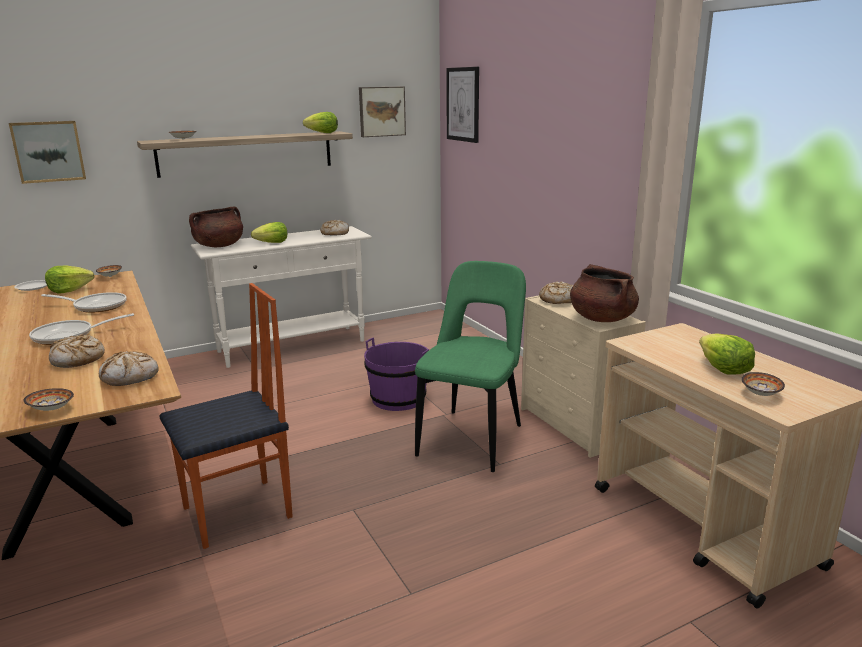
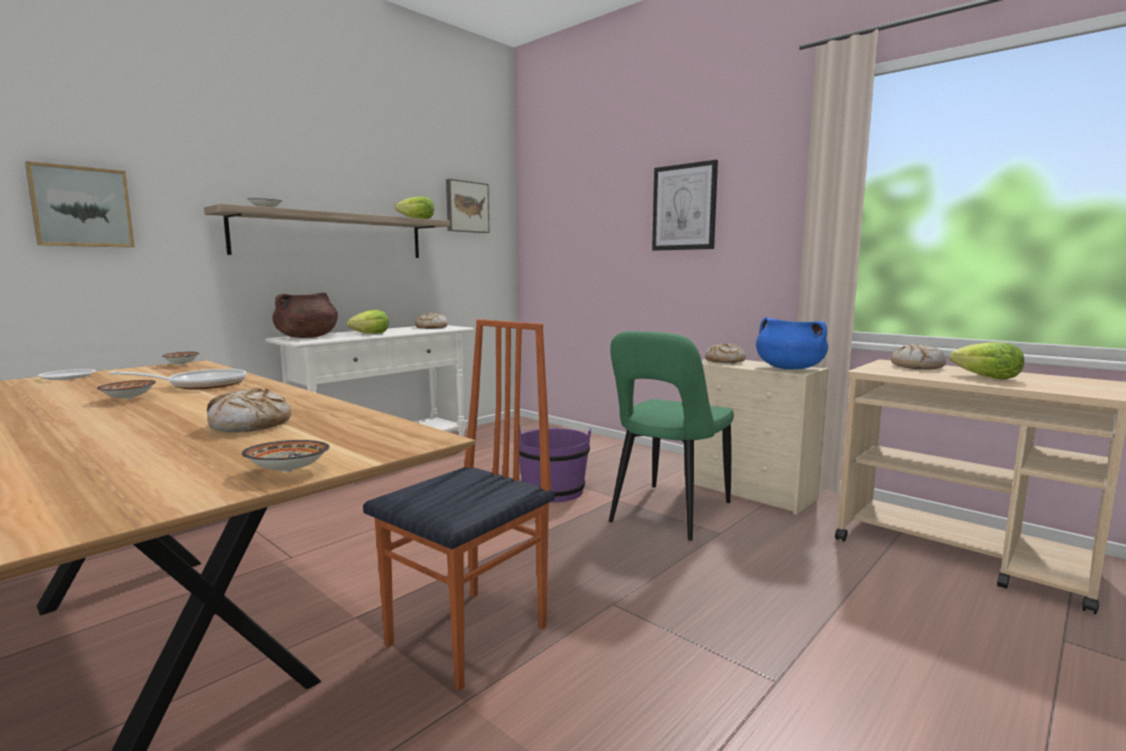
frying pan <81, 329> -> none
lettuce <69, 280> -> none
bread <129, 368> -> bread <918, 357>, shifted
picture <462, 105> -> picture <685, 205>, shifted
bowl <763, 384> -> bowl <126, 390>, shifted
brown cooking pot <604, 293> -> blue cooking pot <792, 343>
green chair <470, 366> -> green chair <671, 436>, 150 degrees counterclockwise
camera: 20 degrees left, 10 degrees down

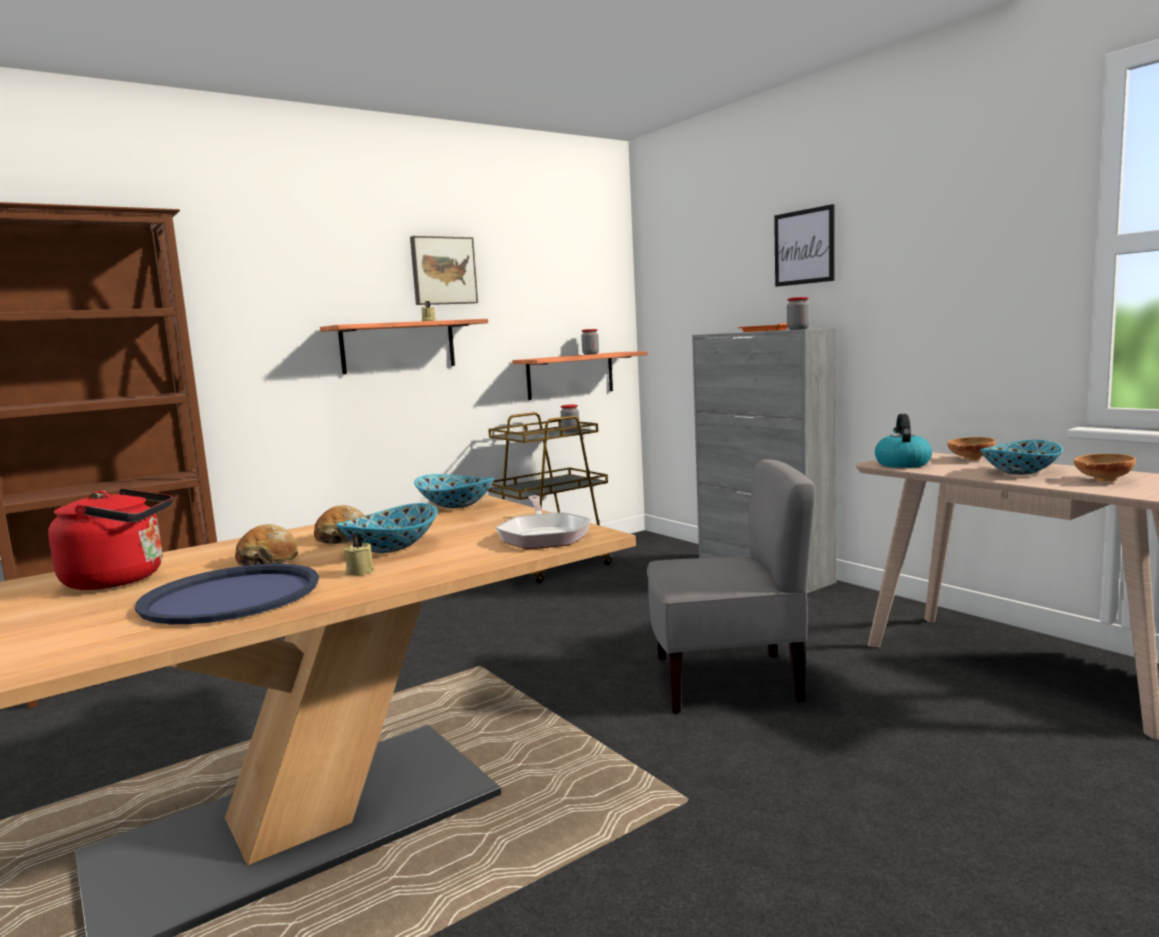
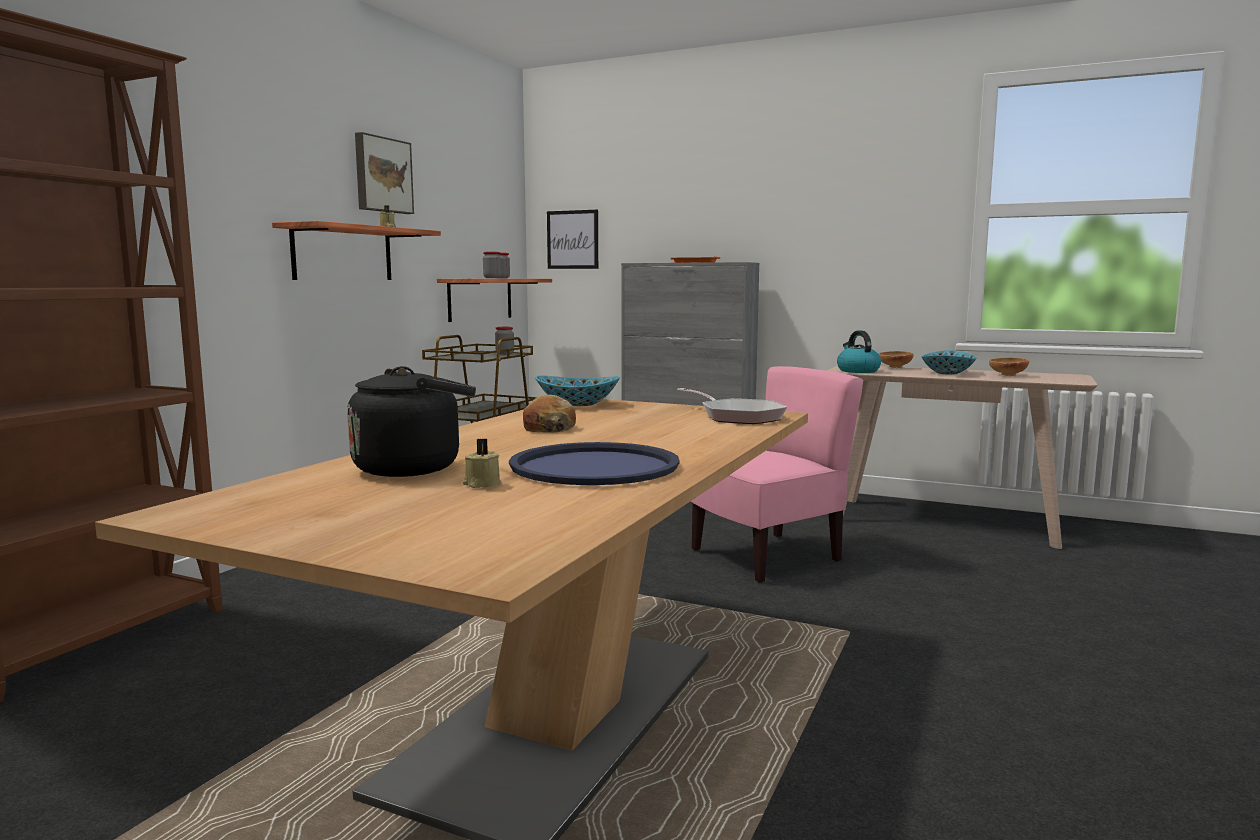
bread <266, 545> -> none
bowl <387, 528> -> none
beige candle <359, 554> -> beige candle <481, 463>, shifted
picture <804, 245> -> picture <572, 239>, shifted
jar <798, 313> -> jar <492, 264>, shifted
red kettle <110, 539> -> black kettle <411, 421>
grey chair <731, 586> -> pink chair <776, 474>
camera: 30 degrees left, 0 degrees up

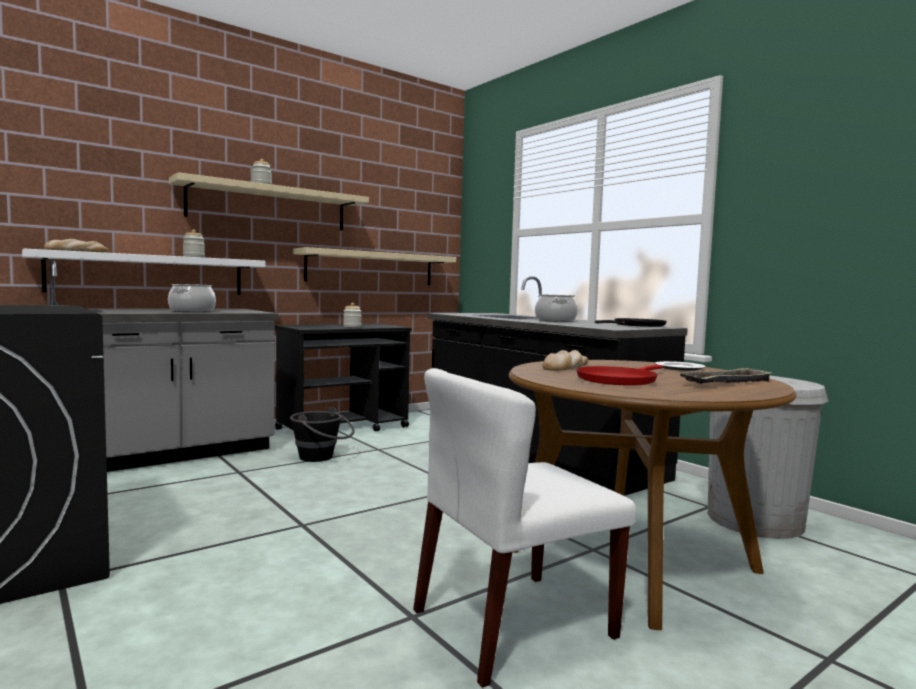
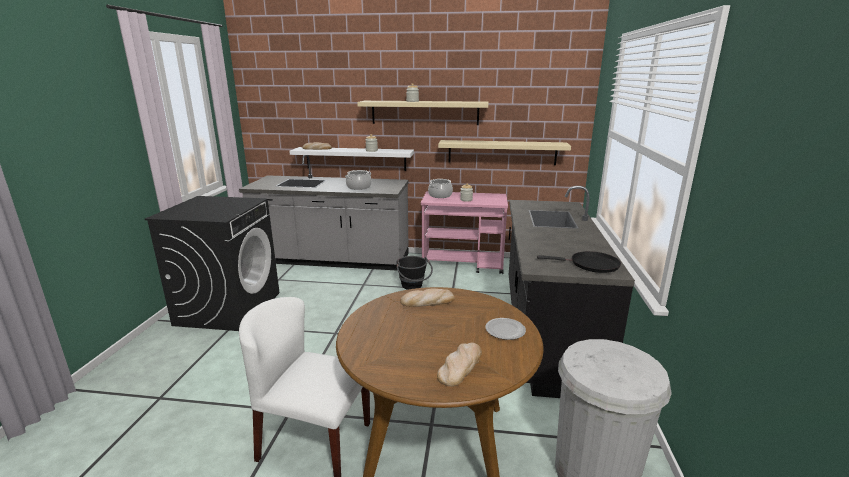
red frying pan <619, 375> -> none
cooking pot <556, 308> -> cooking pot <440, 188>, shifted
tray <726, 375> -> bread <459, 365>
black cart <343, 377> -> pink cart <464, 232>
camera: 45 degrees right, 15 degrees up

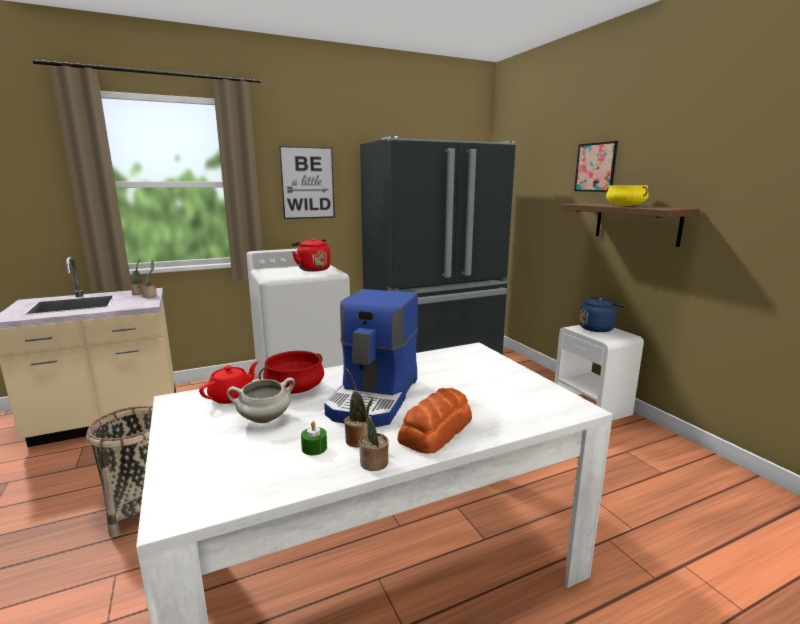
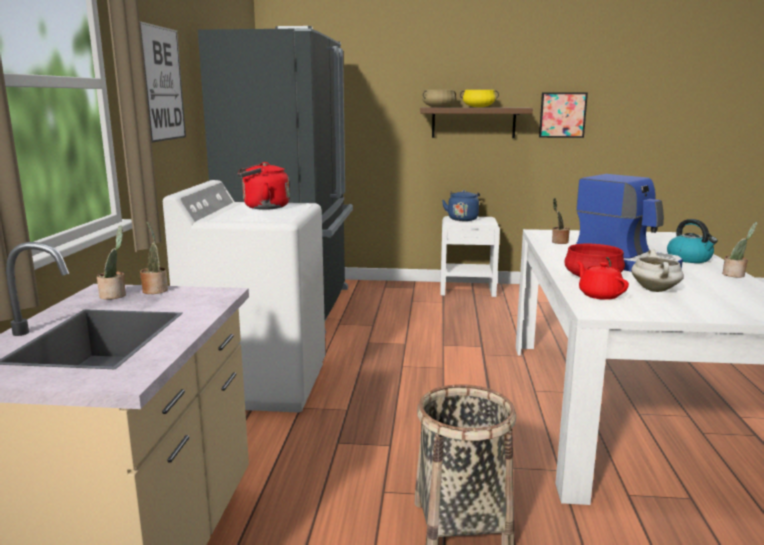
green candle <314, 438> -> none
none -> beige cooking pot <439, 98>
potted plant <355, 407> -> potted plant <561, 221>, shifted
picture <596, 166> -> picture <563, 115>, shifted
bread <434, 421> -> kettle <692, 241>
camera: 60 degrees left, 0 degrees up

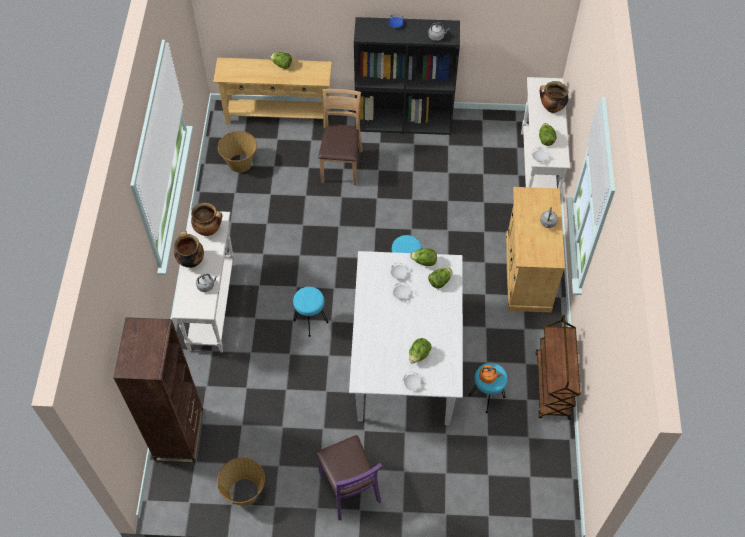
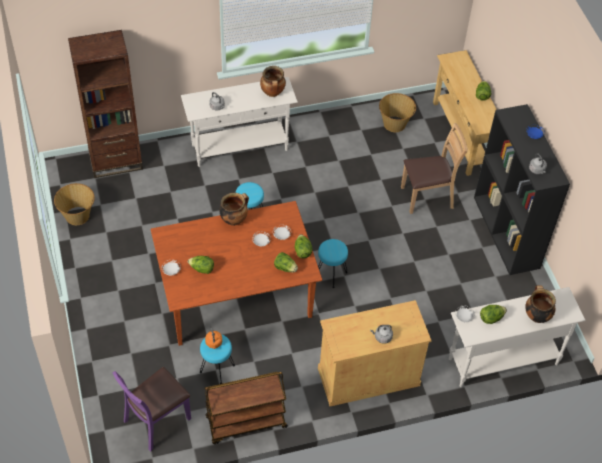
cooking pot <189, 249> -> cooking pot <234, 209>, shifted
purple chair <348, 478> -> purple chair <152, 409>, shifted
white dining table <406, 338> -> brown dining table <236, 273>
camera: 70 degrees right, 5 degrees down

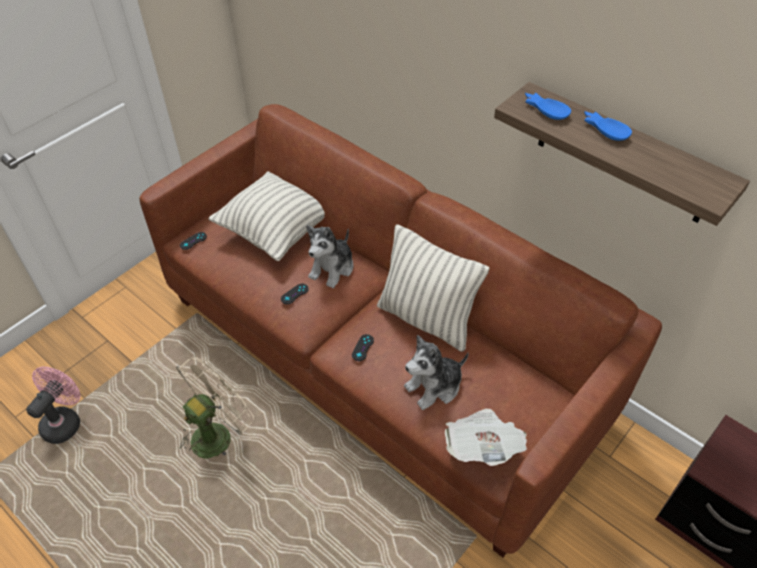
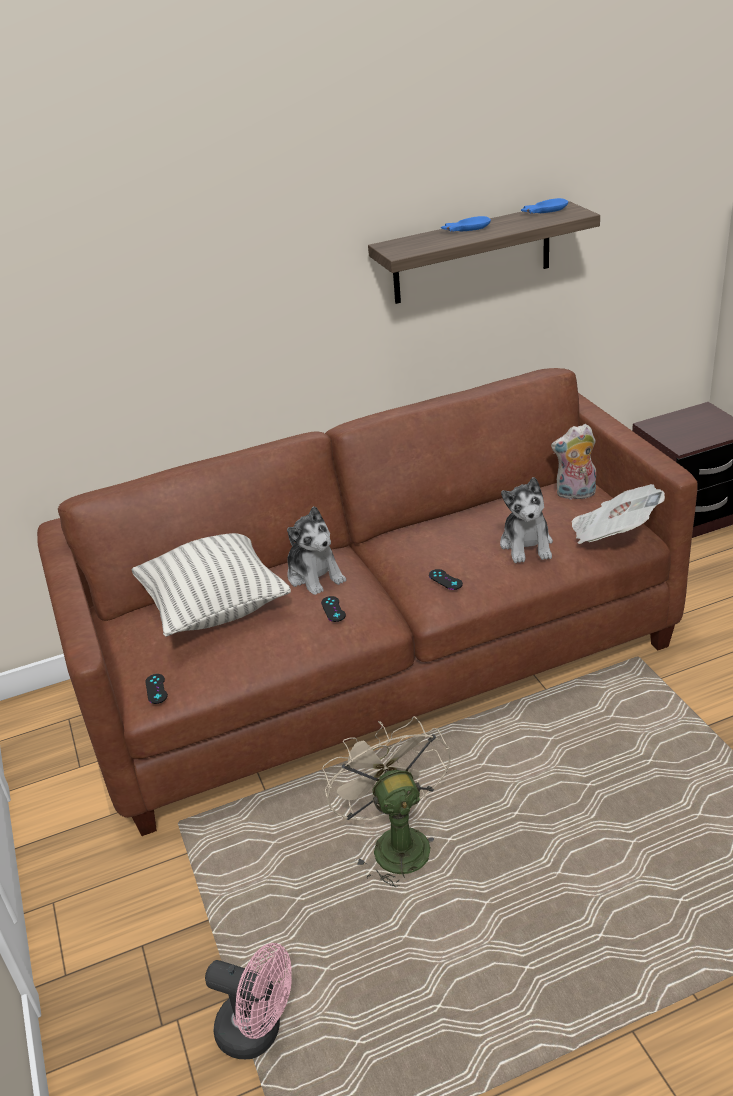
pillow <433, 288> -> none
none -> plush toy <573, 462>
blue bowl <548, 106> -> blue bowl <544, 206>, shifted
pink fan <53, 405> -> pink fan <248, 1001>, 150 degrees clockwise
camera: 60 degrees left, 15 degrees down

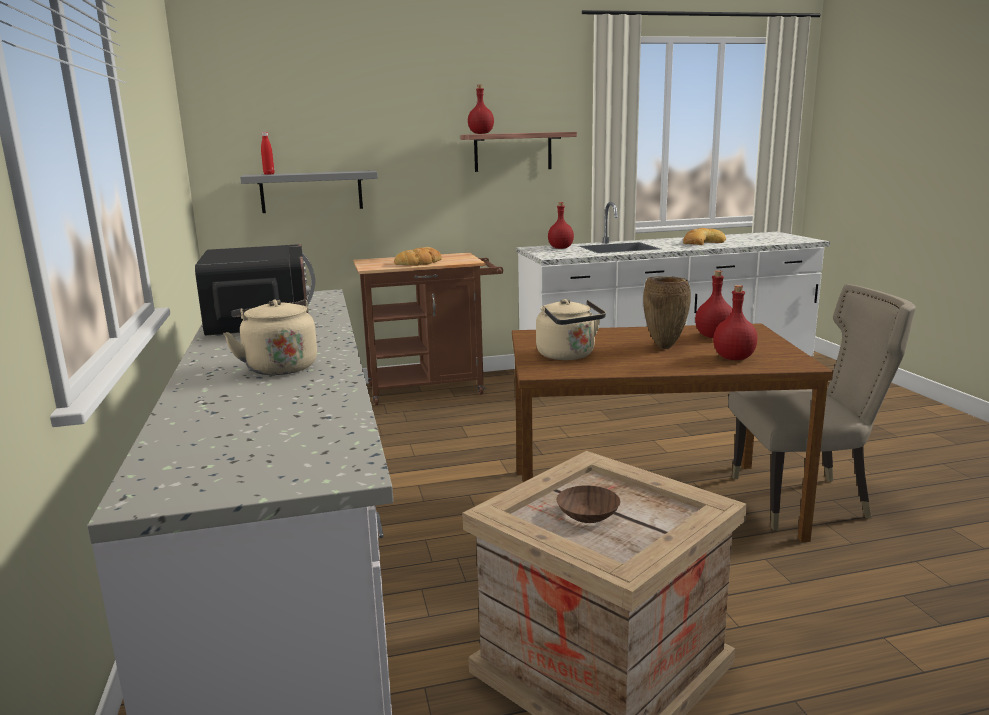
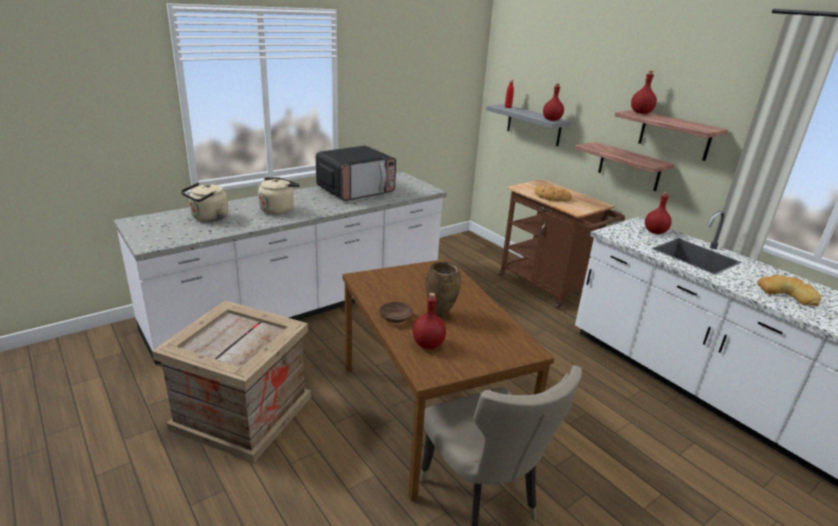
none -> shelf <625, 166>
beige kettle <571, 329> -> beige kettle <204, 202>, shifted
brown bowl <589, 504> -> brown bowl <396, 312>, shifted
red bottle <714, 304> -> red bottle <553, 102>, shifted
camera: 65 degrees right, 10 degrees up

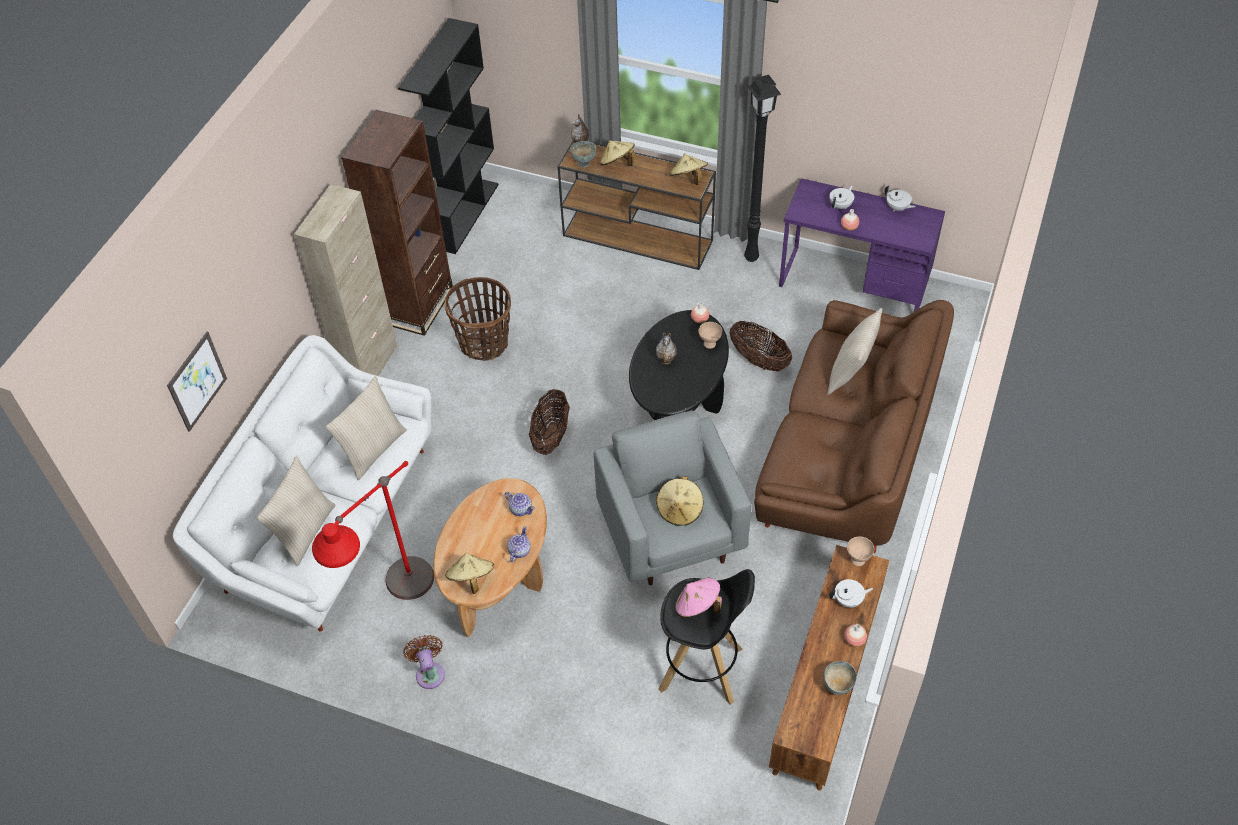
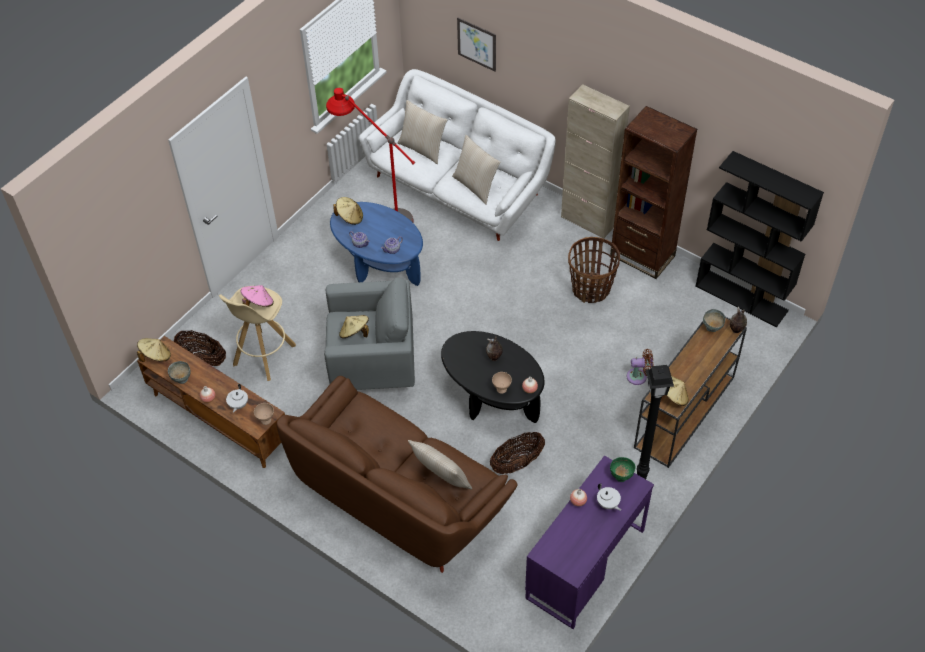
white teapot <900, 198> -> none
none -> green bowl <623, 469>
brown fan <424, 662> -> brown fan <640, 367>, shifted
basket <549, 422> -> basket <200, 348>, shifted
beige hat <617, 153> -> beige hat <154, 350>, shifted
brown coffee table <490, 557> -> blue coffee table <376, 244>
black stool <706, 636> -> beige stool <257, 333>
camera: 105 degrees right, 0 degrees up

